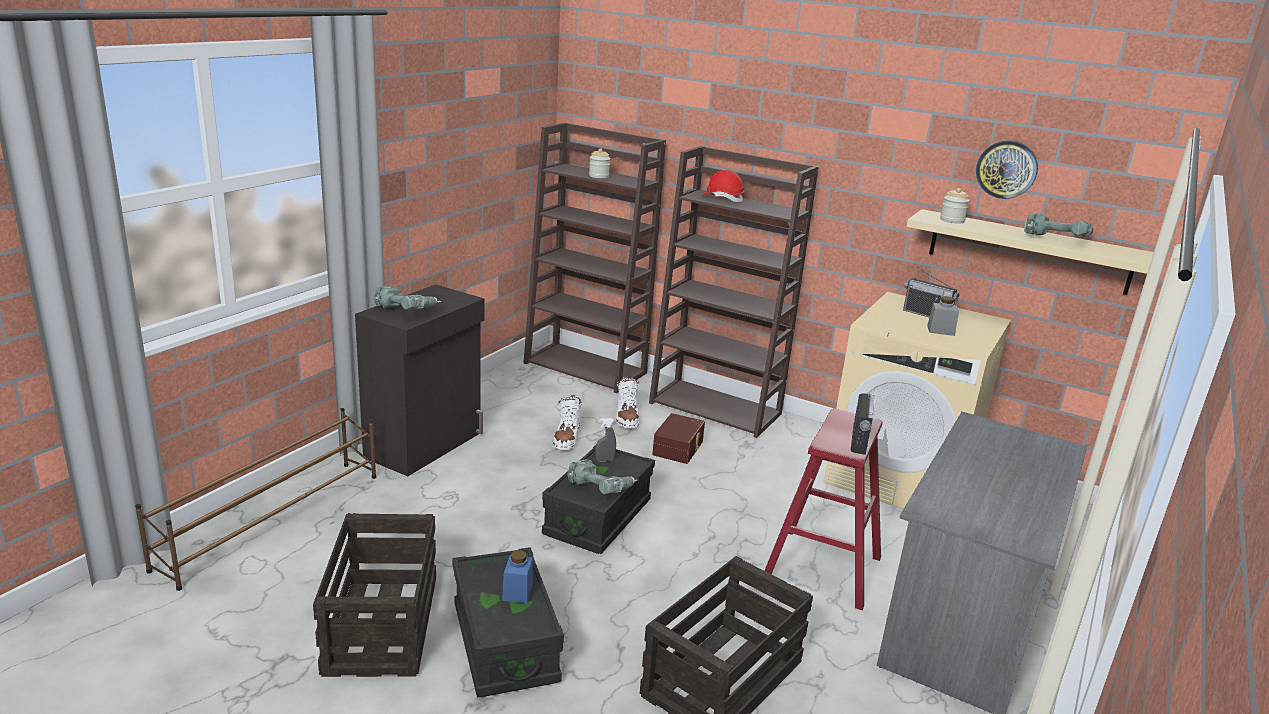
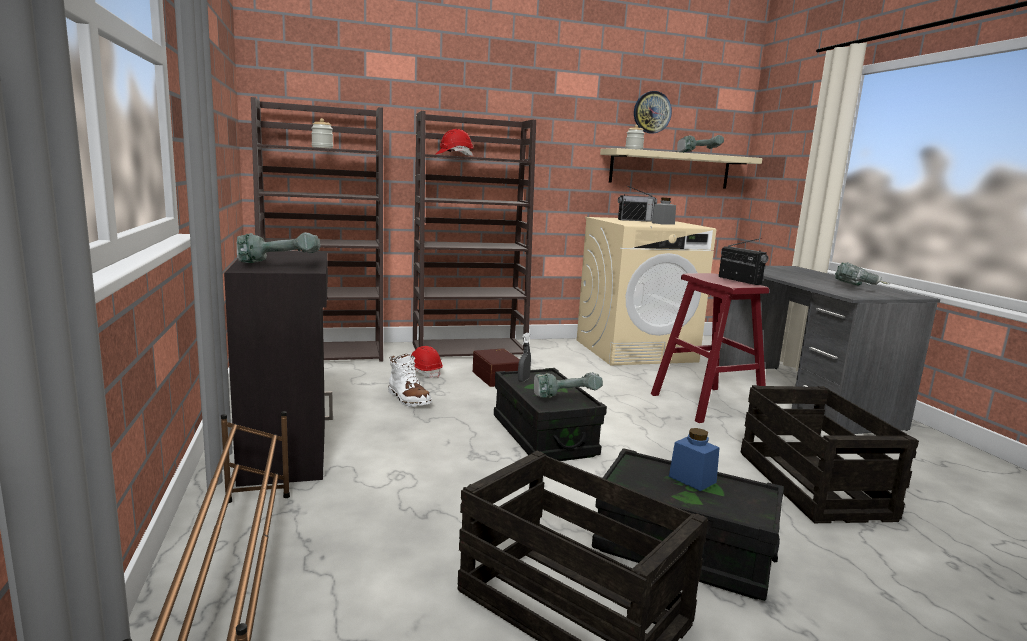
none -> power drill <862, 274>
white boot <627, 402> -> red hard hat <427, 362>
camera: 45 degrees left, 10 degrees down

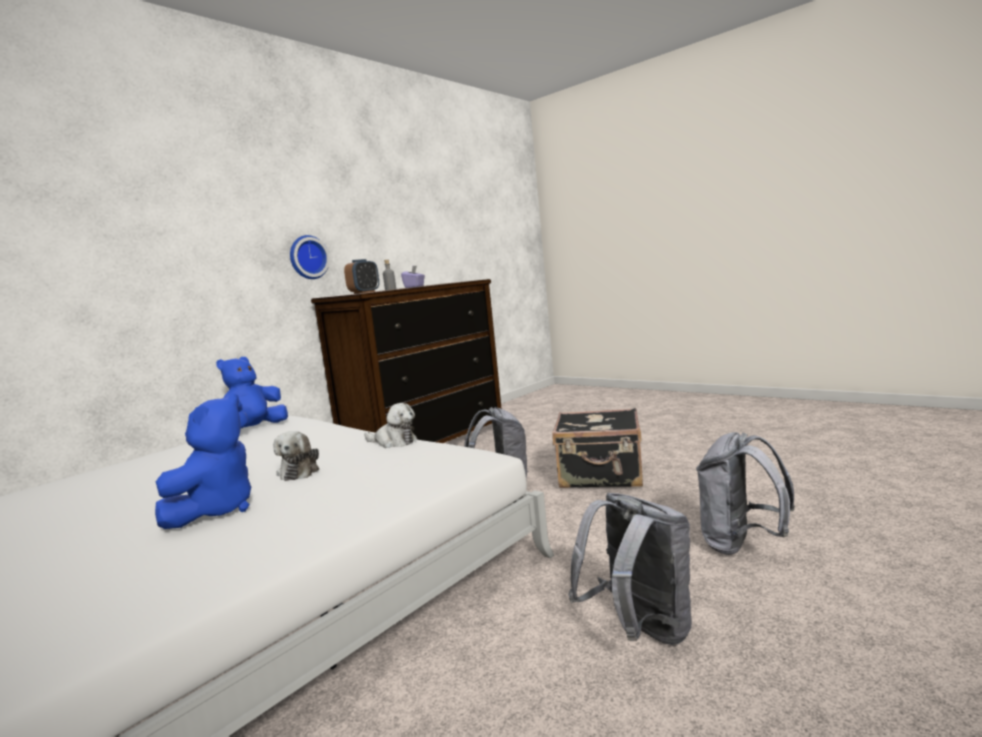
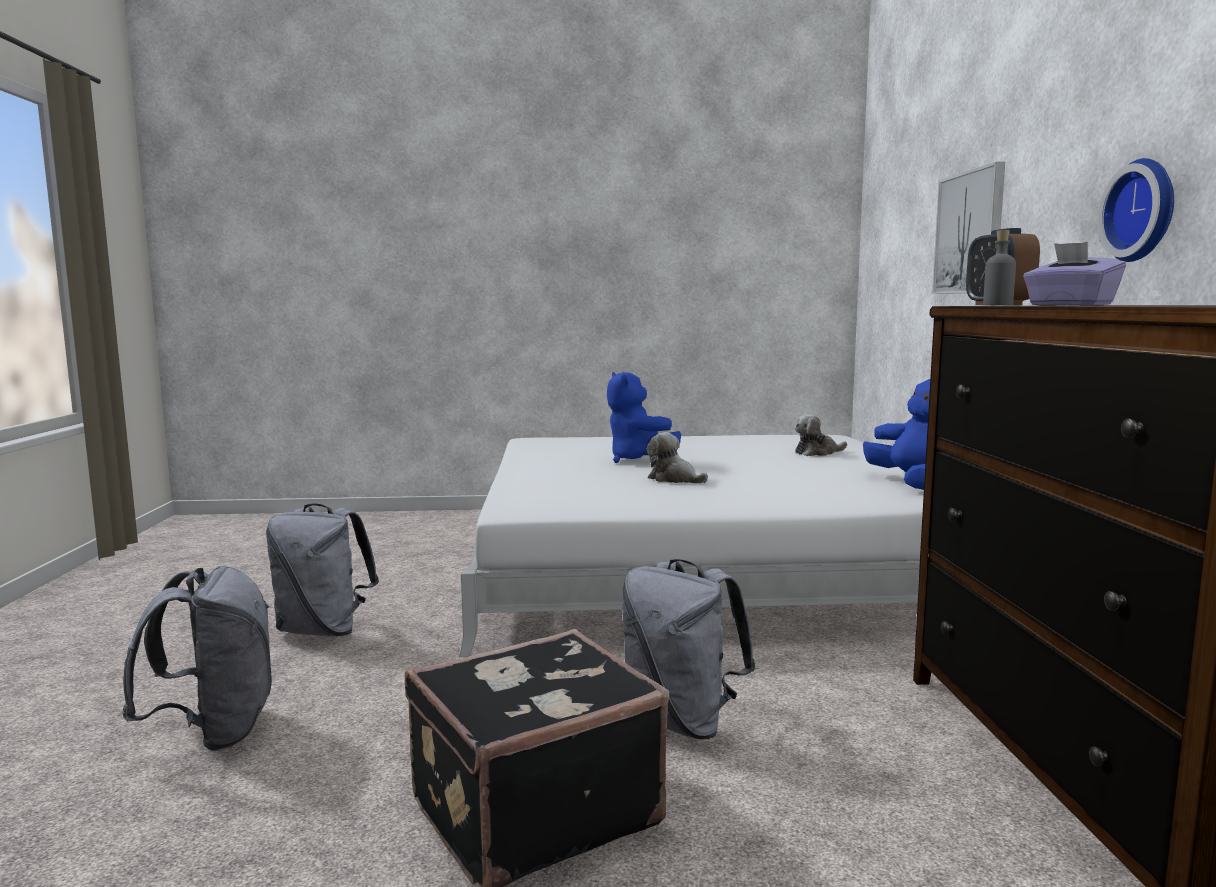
none -> picture <968, 228>
plush toy <390, 425> -> plush toy <821, 435>, shifted
camera: 135 degrees right, 0 degrees up

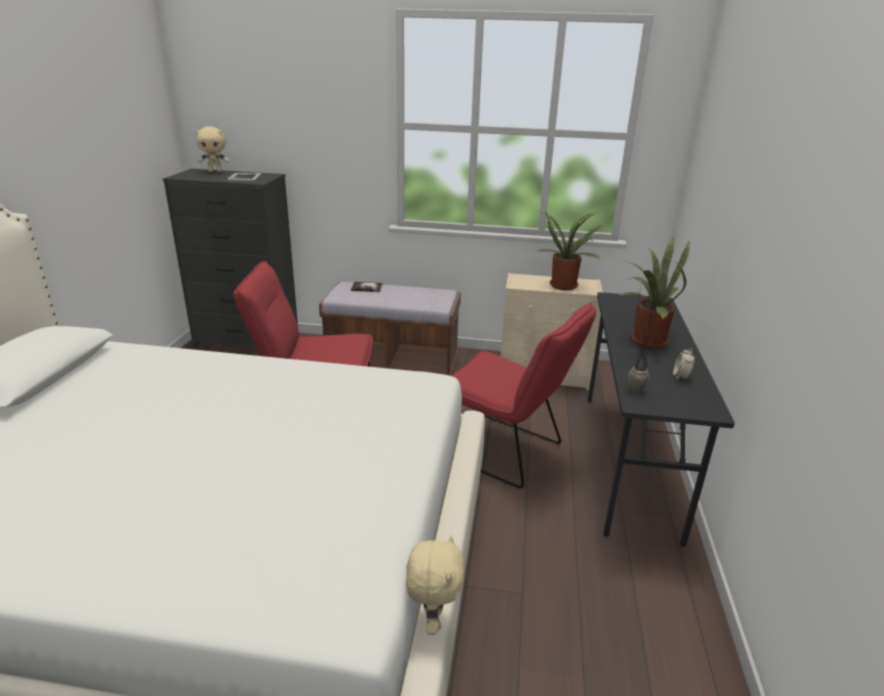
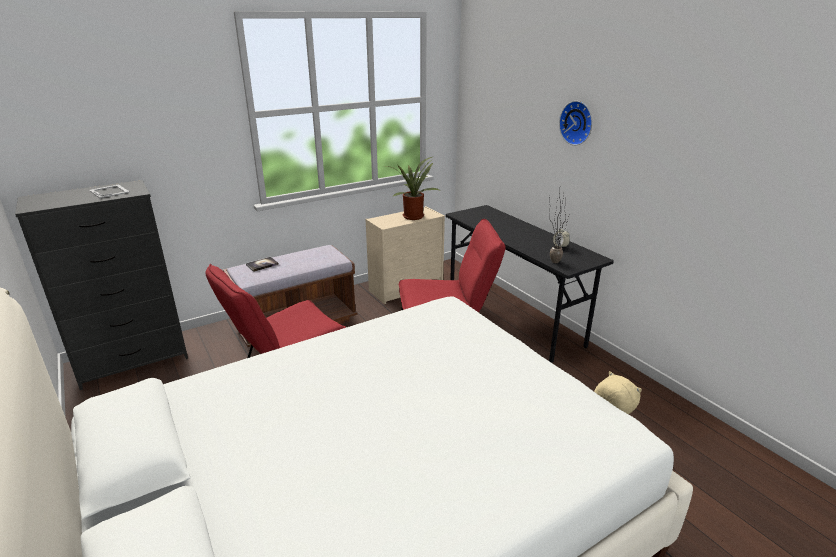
beige plush toy <212, 149> -> none
potted plant <655, 293> -> none
none -> wall clock <575, 123>
camera: 40 degrees left, 0 degrees up

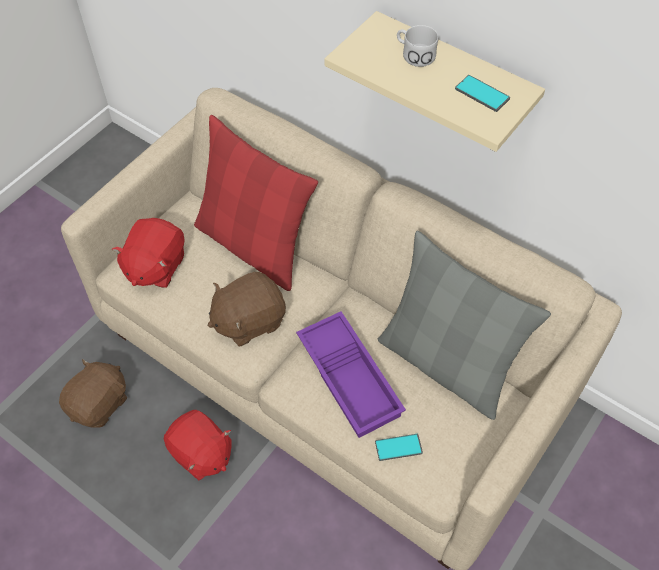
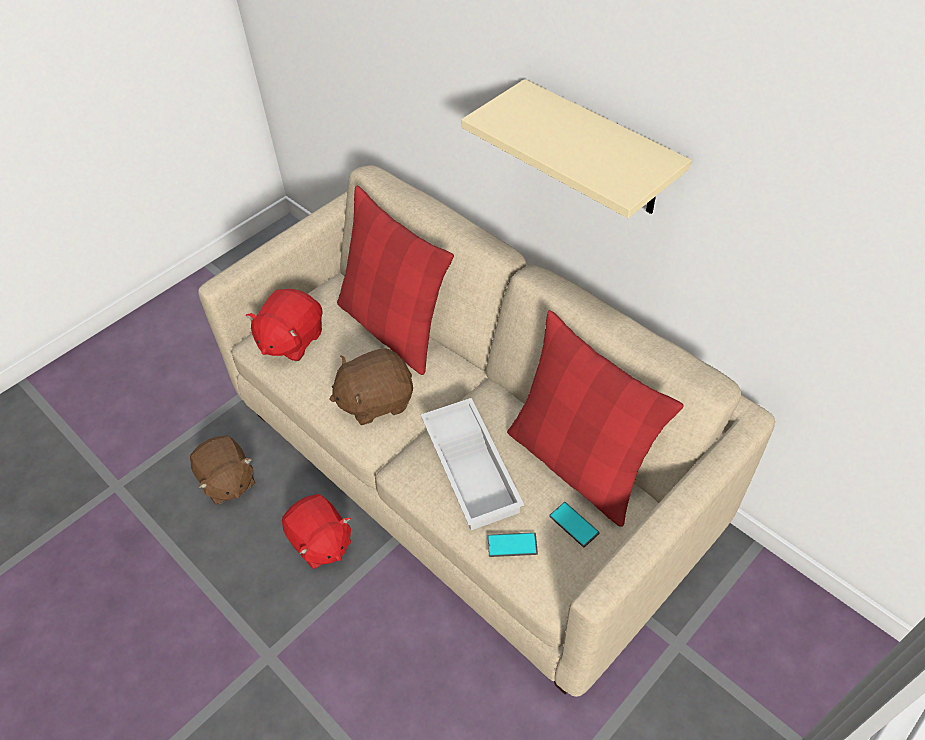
white mug <417, 46> -> none
phone <482, 93> -> phone <574, 524>, shifted
purple tray <351, 374> -> white tray <472, 464>
grey pillow <464, 325> -> red pillow <595, 418>
brown plush toy <93, 393> -> brown plush toy <222, 470>, 105 degrees clockwise
camera: 10 degrees right, 5 degrees down

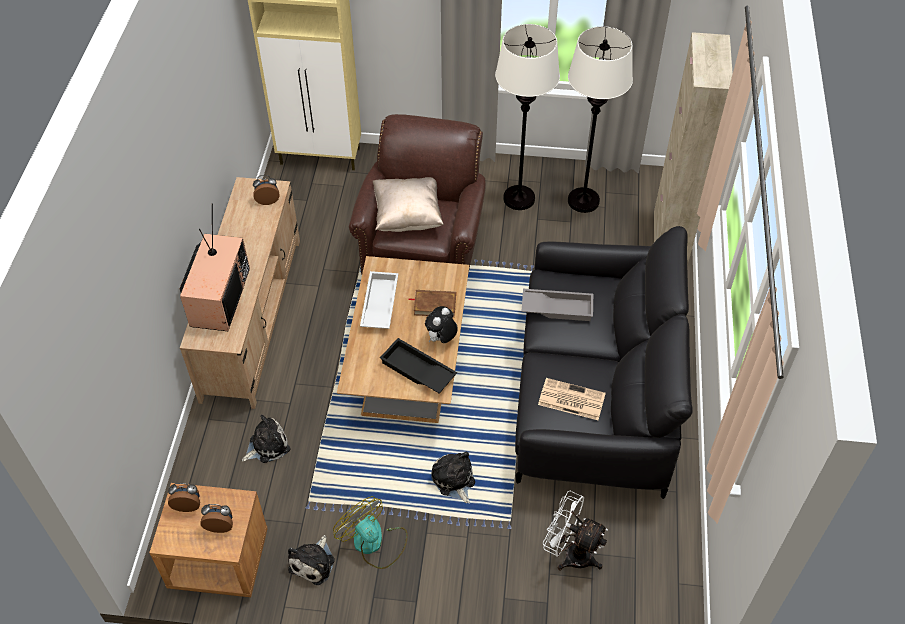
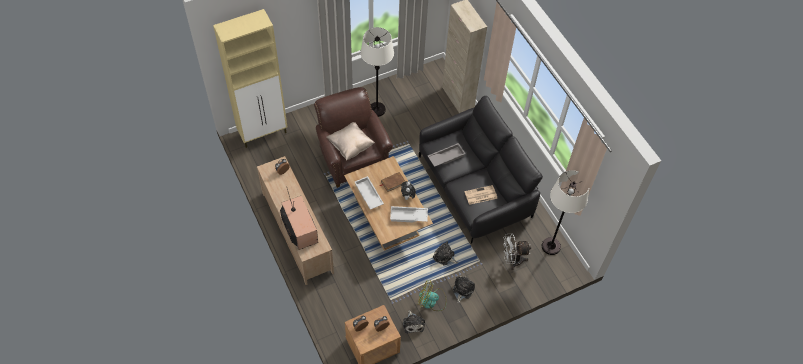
plush toy <266, 439> -> plush toy <464, 289>, shifted
white floor lamp <600, 119> -> white floor lamp <565, 212>, shifted
black tray <418, 366> -> white tray <409, 214>
camera: 35 degrees left, 5 degrees up

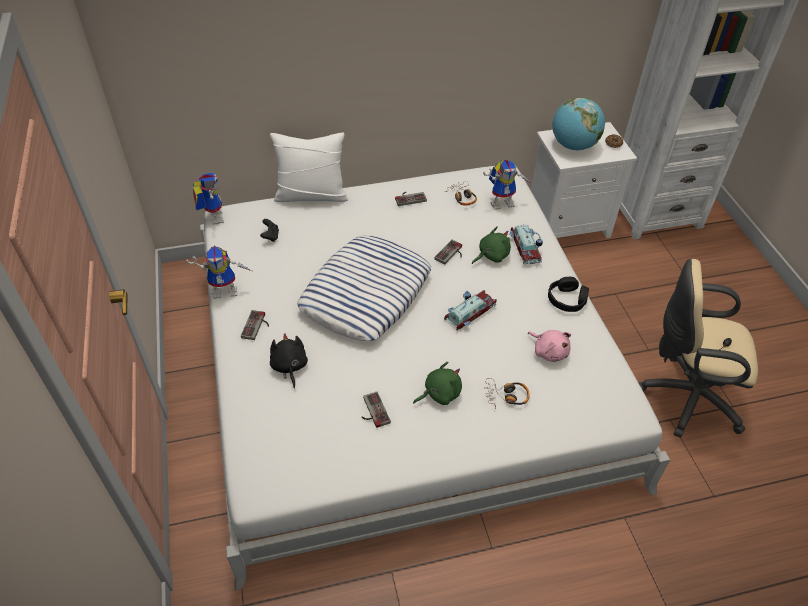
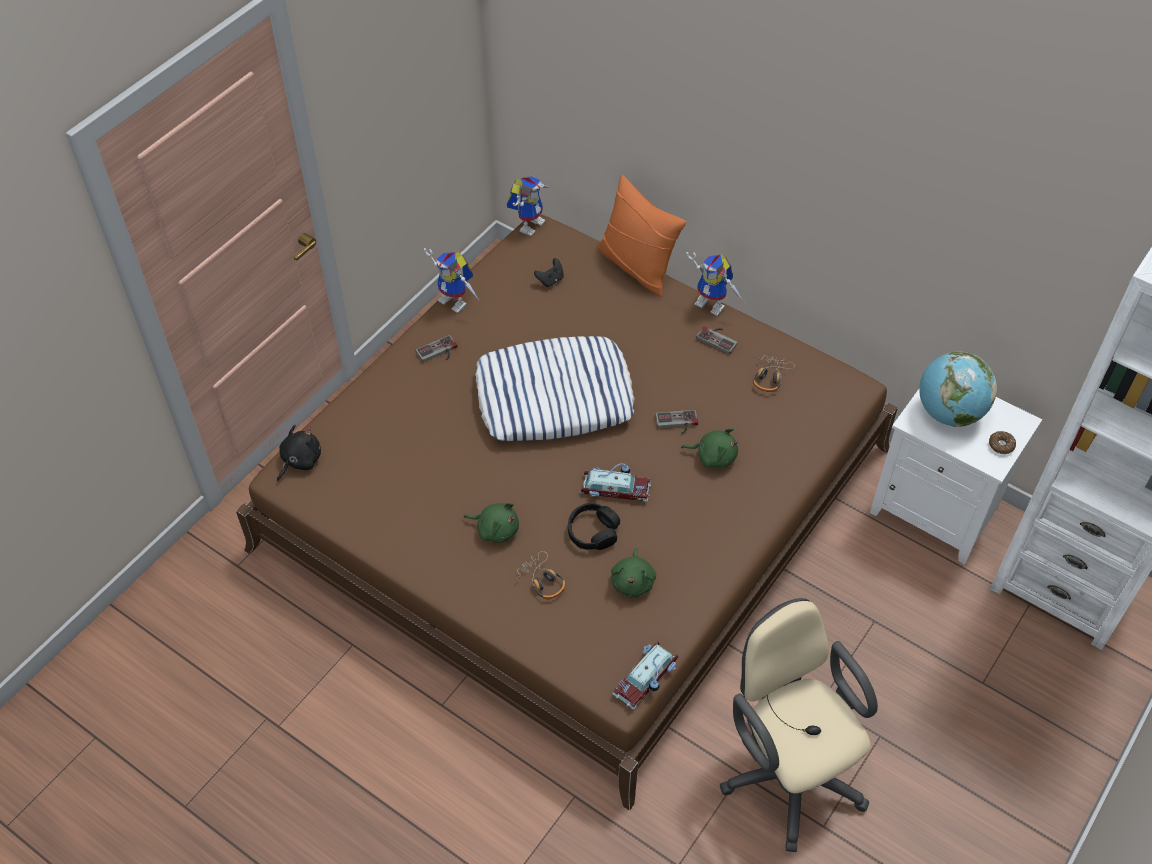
game controller <376, 410> -> none
black plush toy <289, 360> -> black plush toy <299, 453>, shifted
toy robot <507, 184> -> toy robot <715, 284>, shifted
toy car <526, 244> -> toy car <645, 676>, shifted
black headphones <568, 294> -> black headphones <594, 526>, shifted
white bed <435, 378> -> brown bed <567, 512>
white pillow <309, 167> -> orange pillow <641, 236>
pink plush toy <549, 346> -> green plush toy <633, 572>
camera: 50 degrees right, 5 degrees up

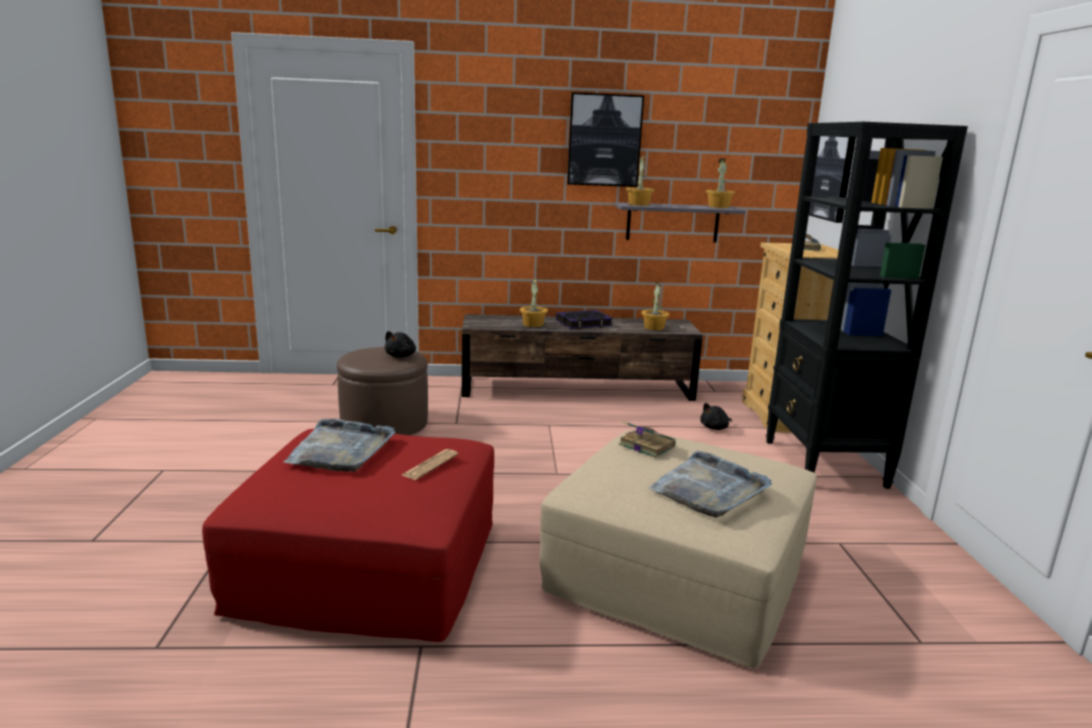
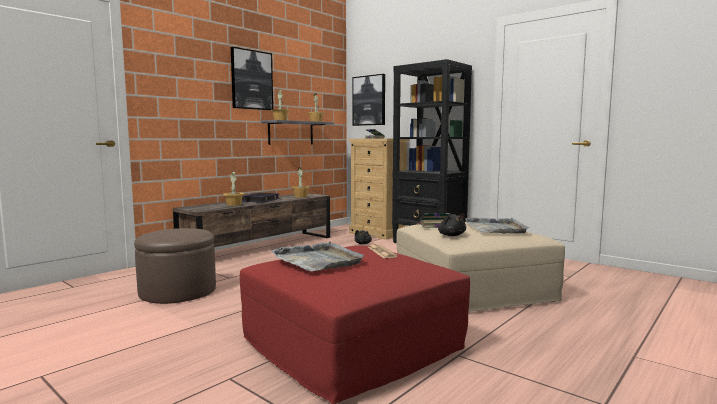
black plush toy <400, 344> -> black plush toy <452, 225>, shifted
camera: 45 degrees left, 10 degrees down

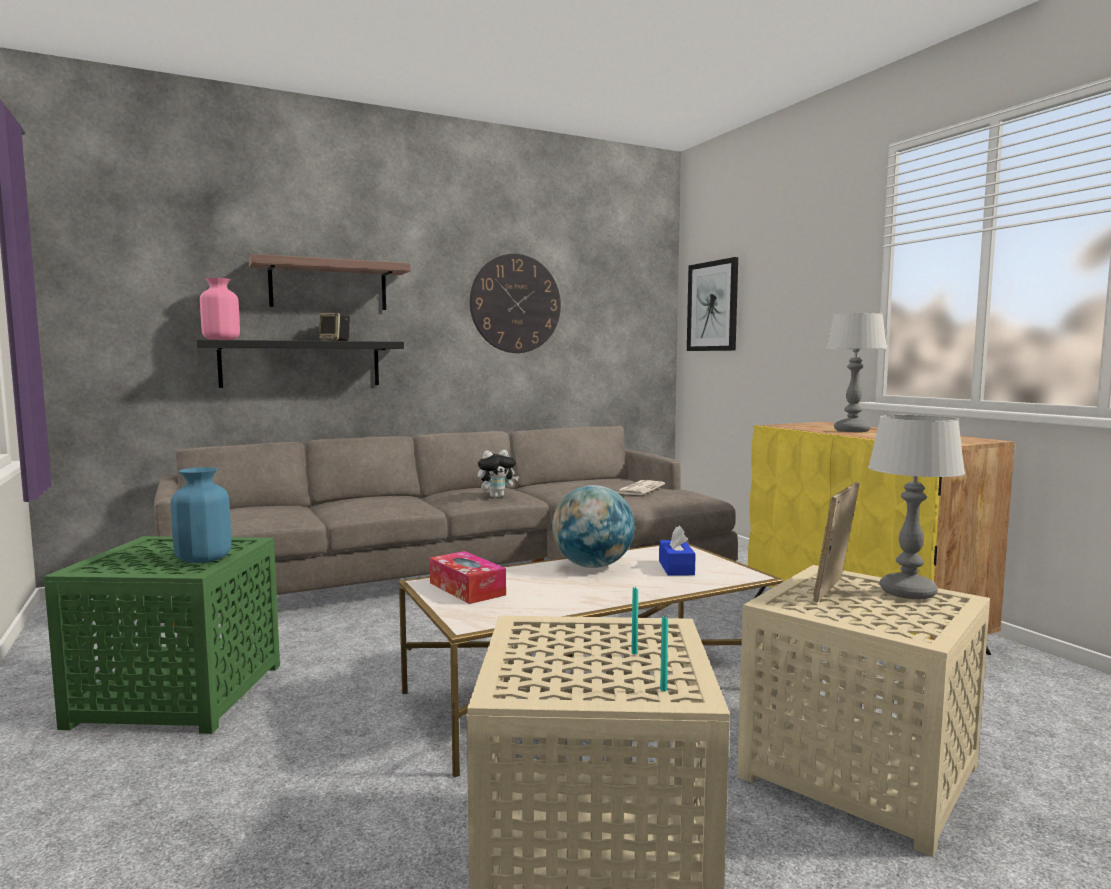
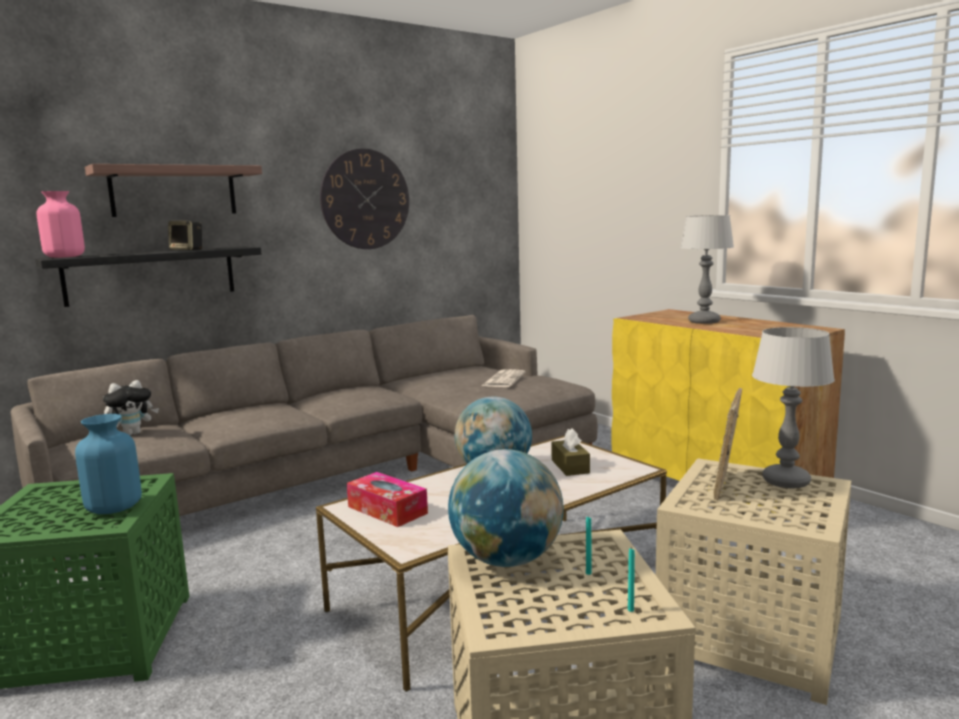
picture <712, 304> -> none
none -> globe <506, 508>
plush toy <498, 474> -> plush toy <131, 407>, shifted
blue tissue box <677, 551> -> brown tissue box <570, 452>
camera: 10 degrees left, 5 degrees up

